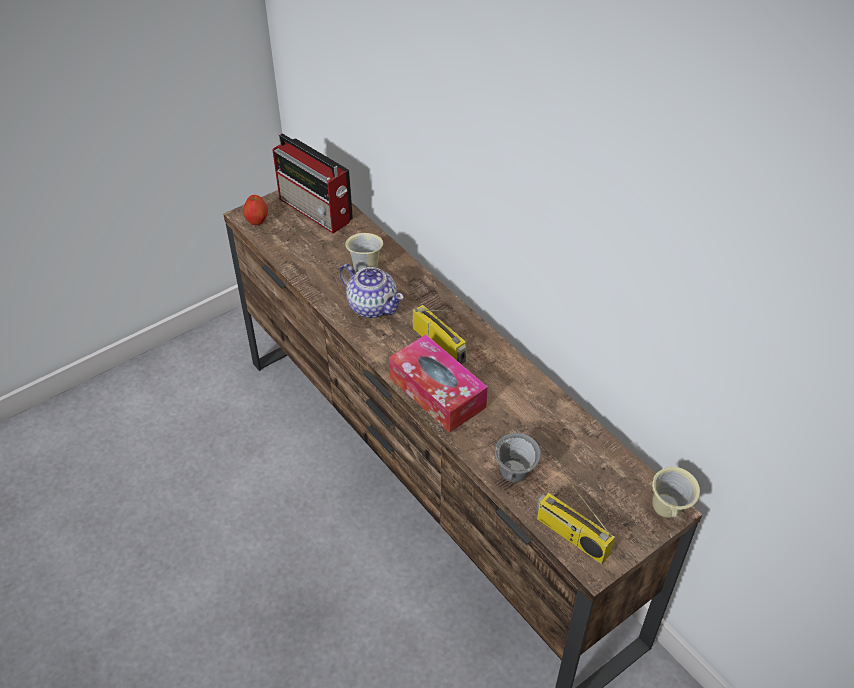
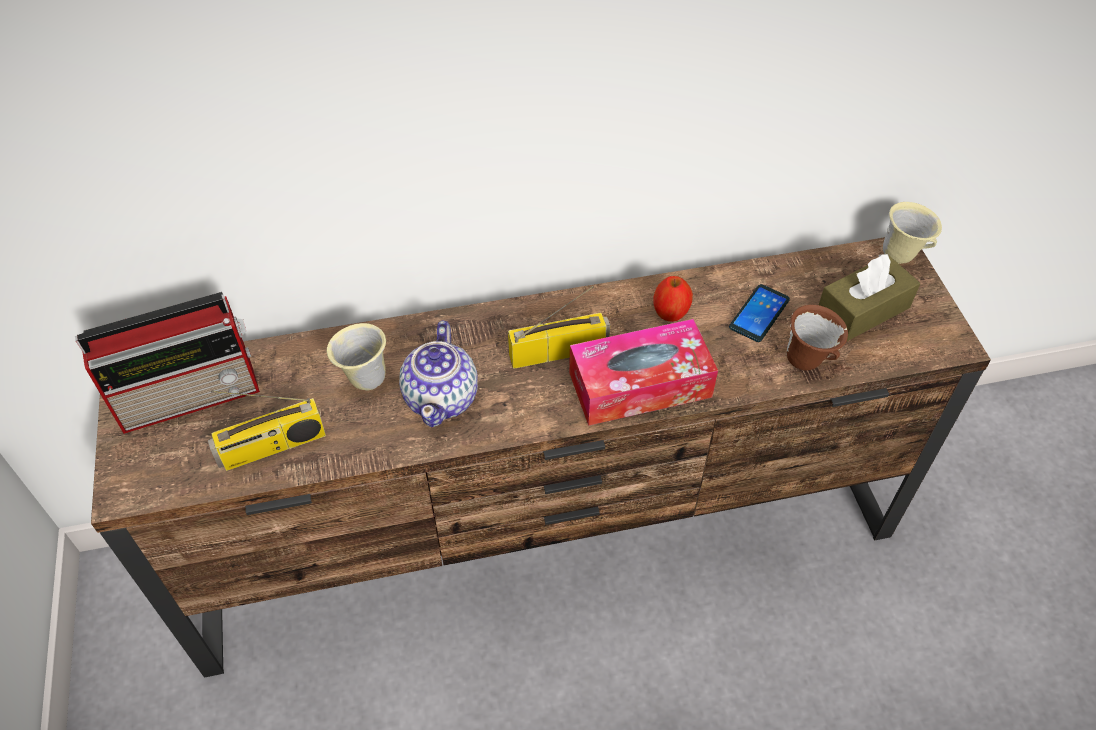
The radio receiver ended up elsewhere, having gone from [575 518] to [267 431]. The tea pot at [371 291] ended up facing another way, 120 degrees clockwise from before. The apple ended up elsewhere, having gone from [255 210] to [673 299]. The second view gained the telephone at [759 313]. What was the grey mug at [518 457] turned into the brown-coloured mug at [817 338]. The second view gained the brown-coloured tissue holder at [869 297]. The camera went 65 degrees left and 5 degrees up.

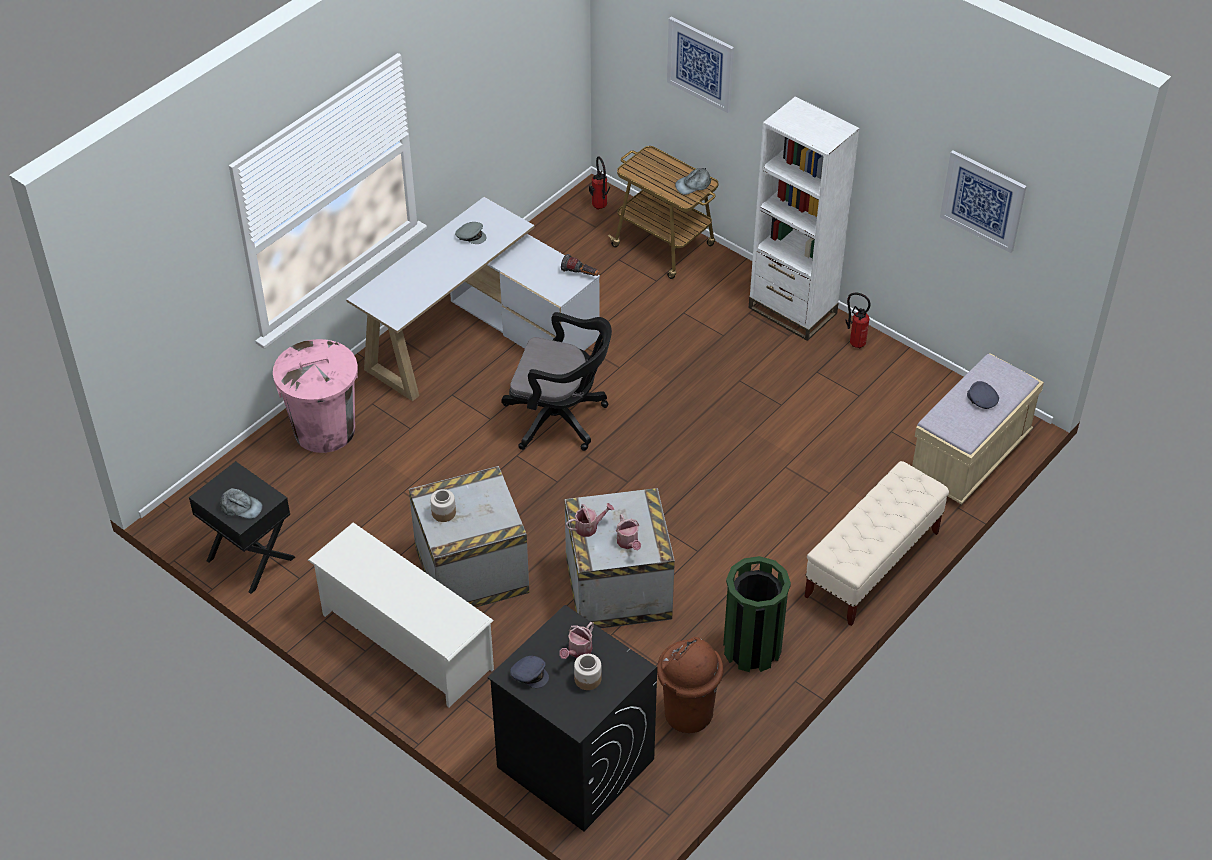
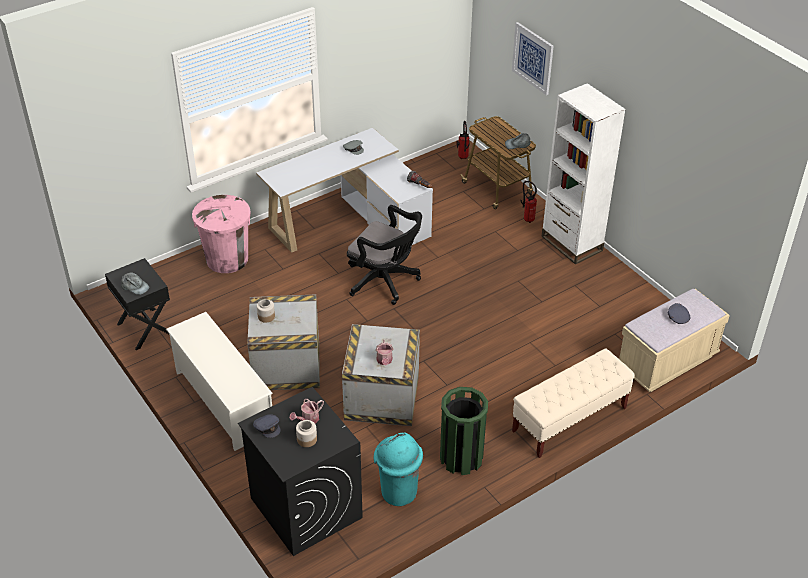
What was the brown-coloured rubbish bin at [690 685] turned into the turquoise-coloured rubbish bin at [398 469]. The fire extinguisher ended up elsewhere, having gone from [858 321] to [528 202]. The second view lost the watering can at [590 520]. The second view lost the wall art at [983 201]. The camera went 15 degrees right and 5 degrees down.

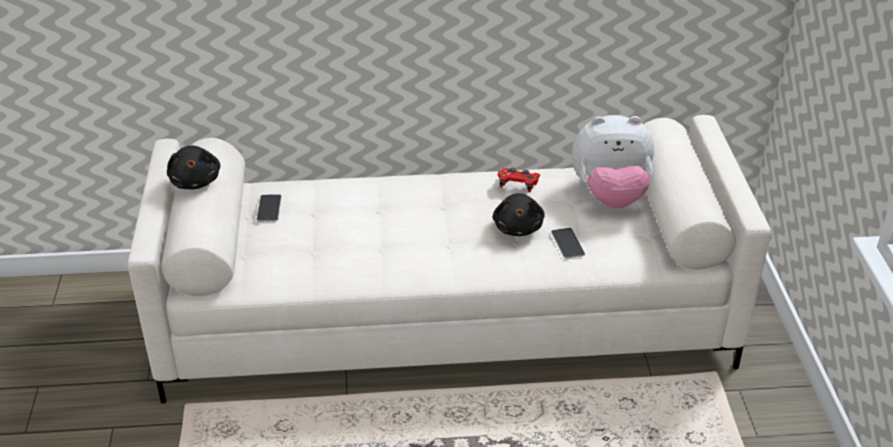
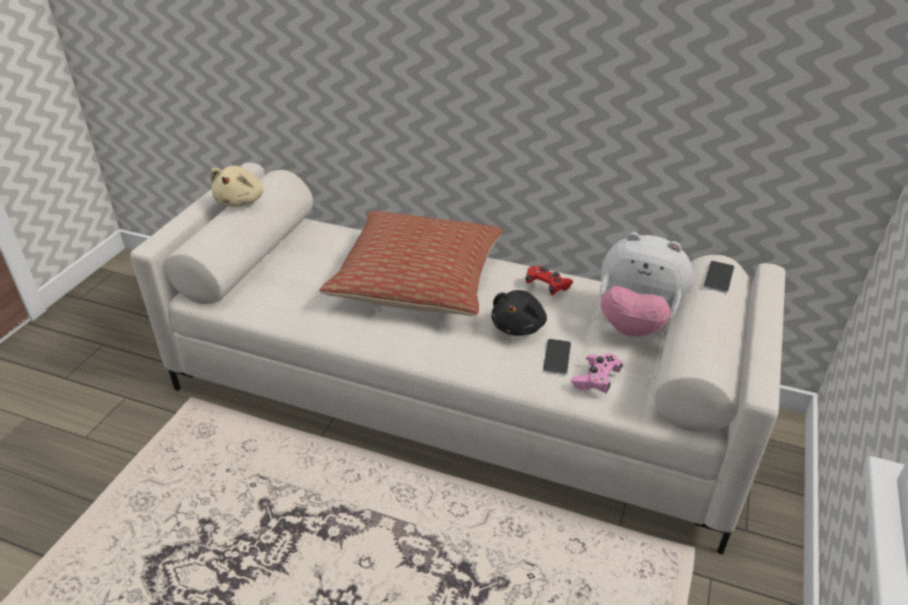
What was the blackish cuddly toy at [193 167] turned into the beige cuddly toy at [236 186]. The second view gained the cushion at [411 263]. The second view gained the pink game controller at [597 373]. The telephone ended up elsewhere, having gone from [269 208] to [719 277]. The camera went 25 degrees right and 0 degrees up.

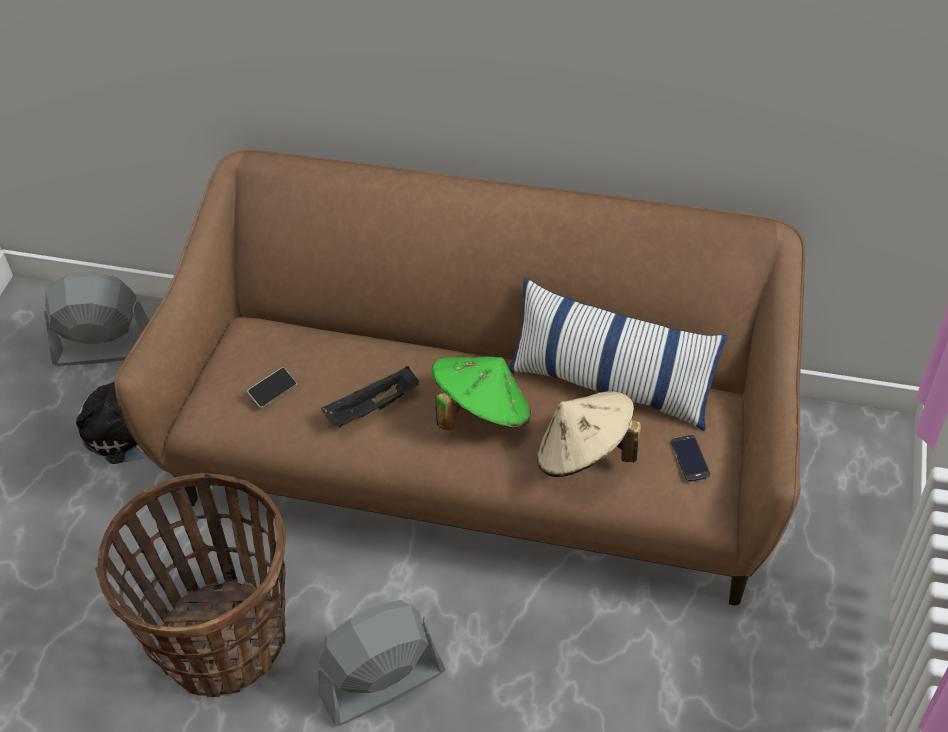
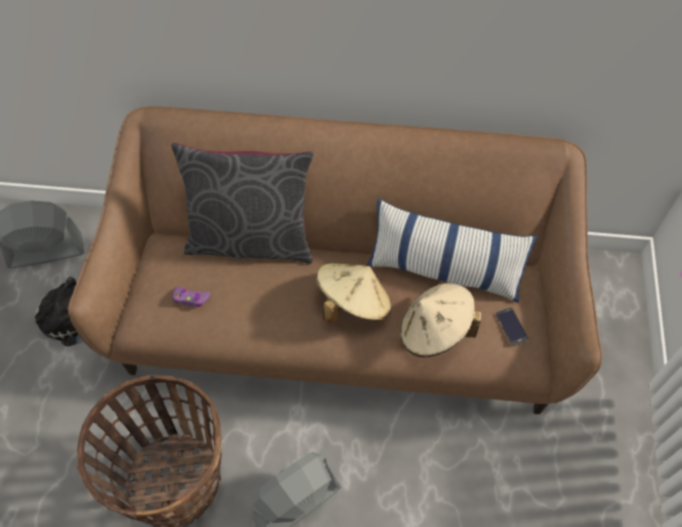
The second view gained the grey cushion at [242 203]. Where the telephone stood at [272 387], the purplish game controller came to stand at [192 297]. What was the greenish hat at [481 393] turned into the beige hat at [354 293]. The second view lost the blackish serving tray at [370 397]. The camera went 10 degrees left and 10 degrees up.

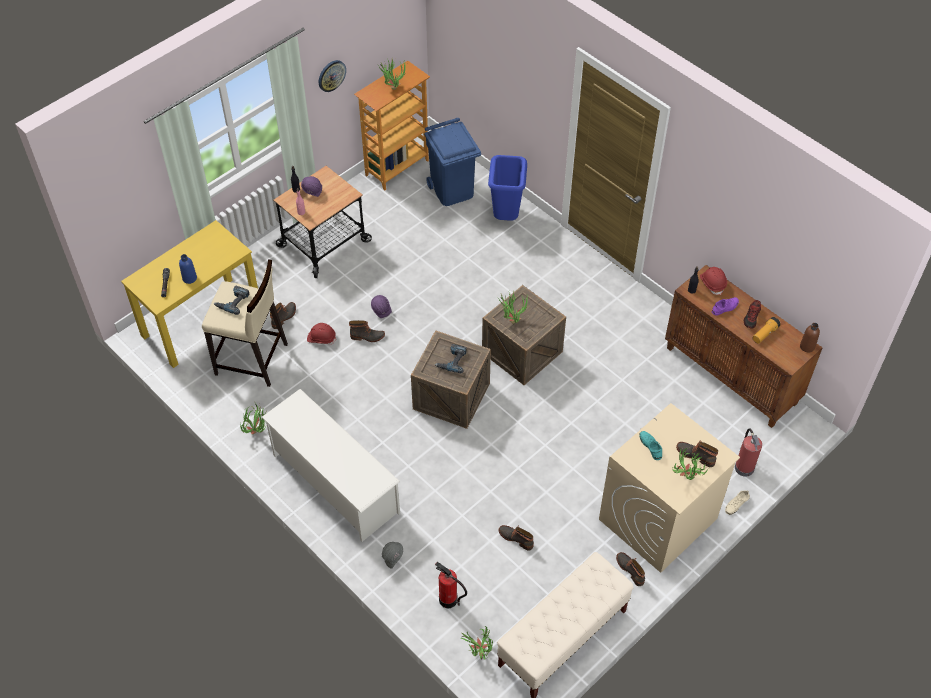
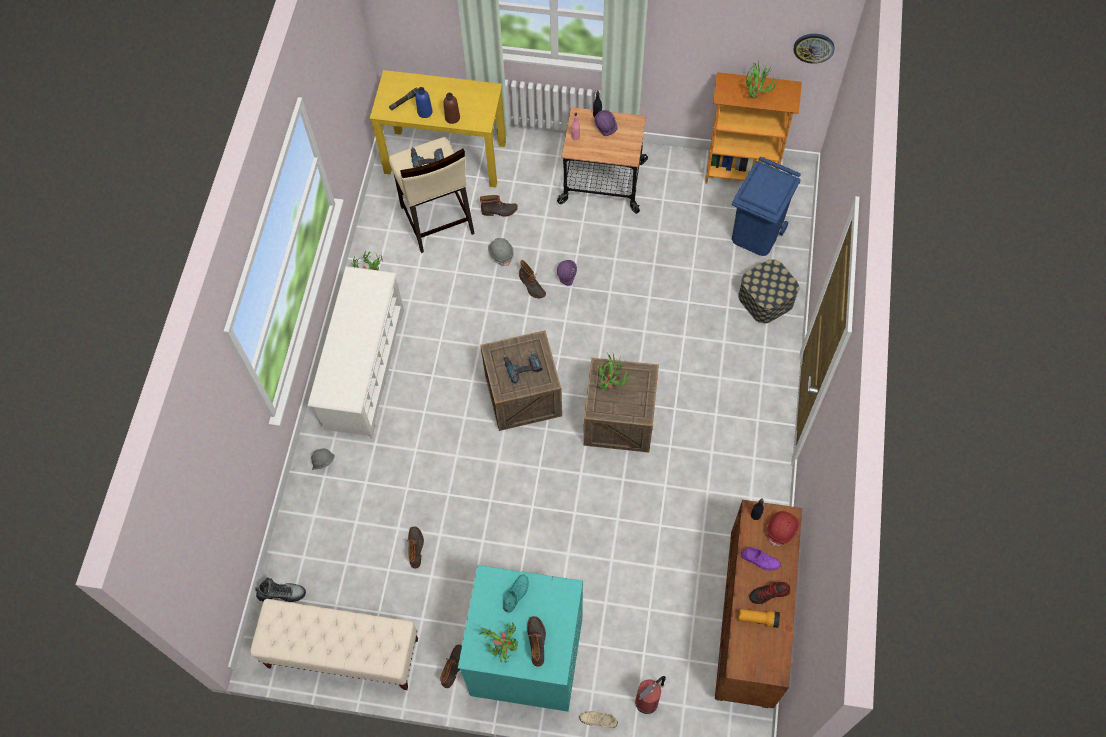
Where the potted plant stood at [476 643], the boot came to stand at [280 589]. The brown-coloured bottle ended up elsewhere, having gone from [810 338] to [451 108]. What was the beige laundry appliance at [669 488] turned into the turquoise-coloured laundry appliance at [520 638]. What was the reddish hard hat at [321 333] turned into the grey hard hat at [501 252]. Where the blue rubbish bin stood at [507 188], the storage container came to stand at [768 291]. The hanging clock ended up elsewhere, having gone from [332 76] to [813 49]. The second view lost the fire extinguisher at [451 585]. The camera went 55 degrees right and 10 degrees up.

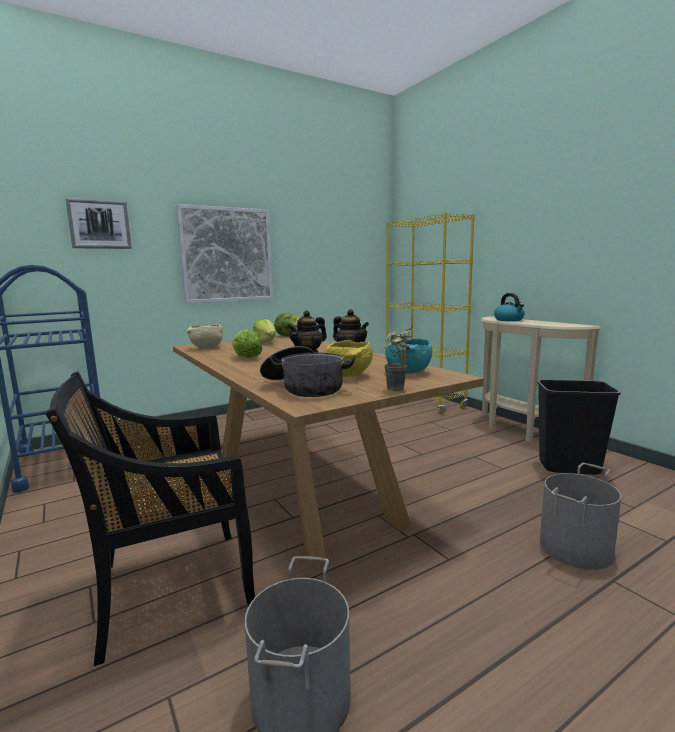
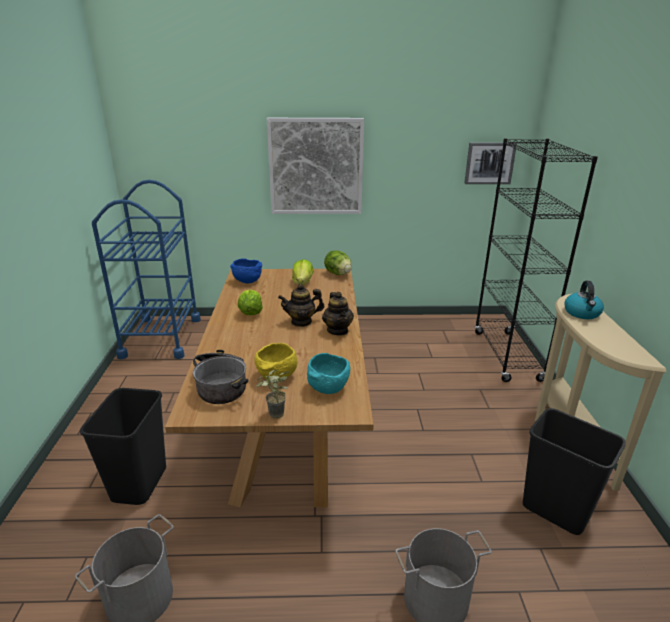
Where the blackish upright chair stood at [150 518], the blackish rubbish bin came to stand at [123 446]. What was the beige bowl at [204 336] turned into the blue bowl at [246 270]. The wall art ended up elsewhere, having gone from [99 223] to [490 163]. What was the yellow-coloured bookcase at [430 313] turned into the blackish bookcase at [536 260]. The camera went 30 degrees right and 15 degrees up.

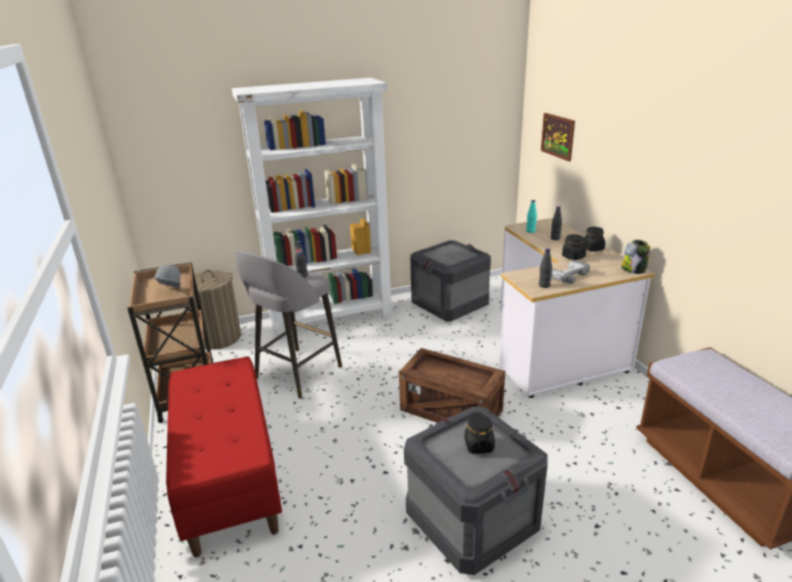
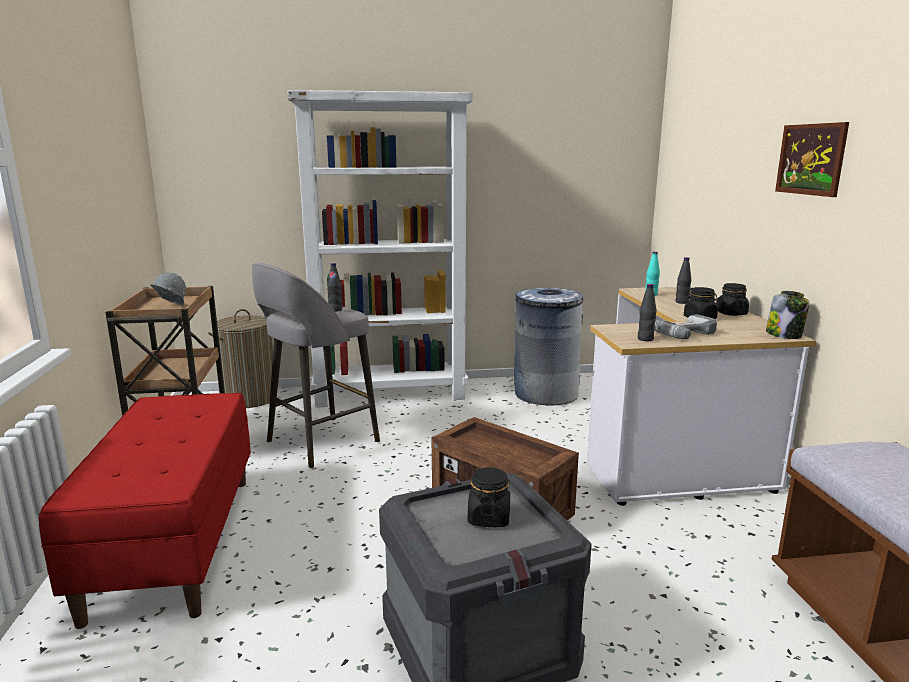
Where the packing crate stood at [450 281], the grey rubbish bin came to stand at [548 346]. The wall art ended up elsewhere, having gone from [558 137] to [812 159]. The camera went 10 degrees right and 10 degrees down.

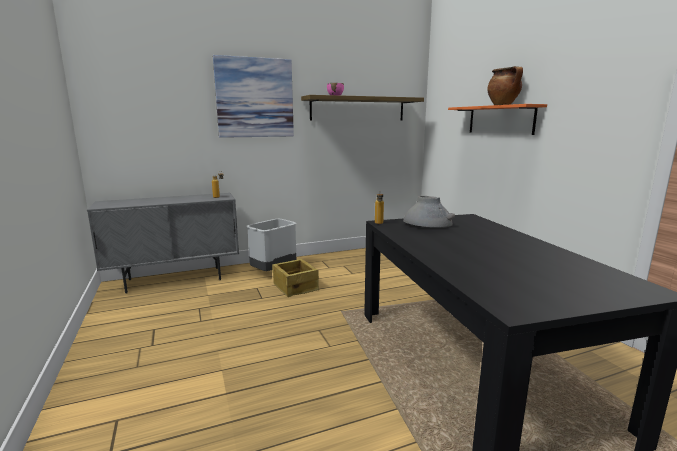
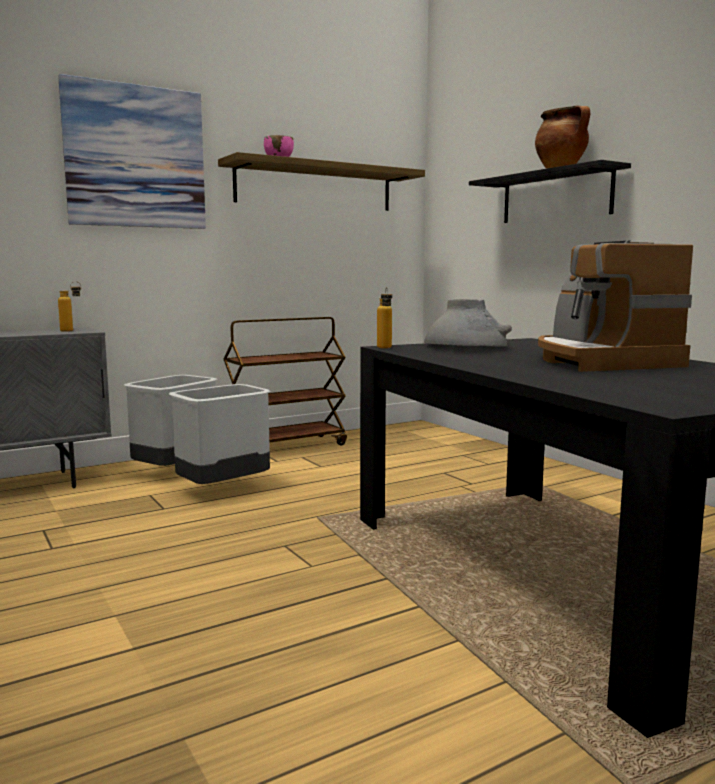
Where the packing crate stood at [295 278], the grey rubbish bin came to stand at [220 434]. The second view gained the brown-coloured wheeled cart at [285 381]. What was the orangey shelf at [497 119] turned into the blackish shelf at [550 191]. The second view gained the coffee machine at [615 306]. The camera went 10 degrees left and 5 degrees down.

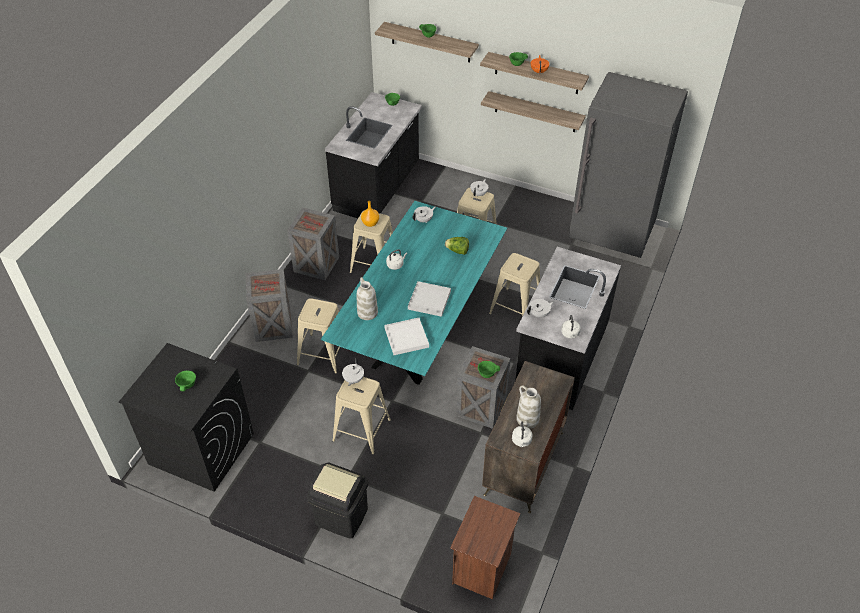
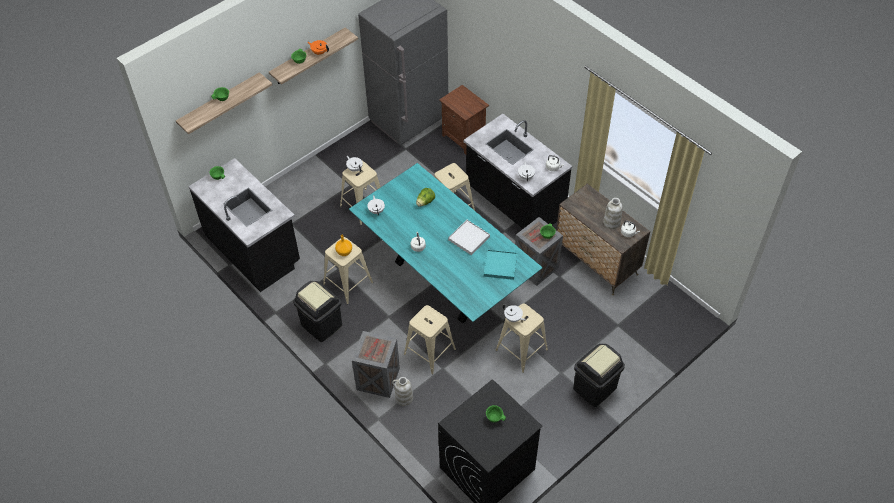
Where the packing crate stood at [313 243], the blackish rubbish bin came to stand at [317 311]. The white vase ended up elsewhere, having gone from [367 298] to [402 391]. The brown-coloured night table ended up elsewhere, having gone from [485 547] to [464 120]. What was the white serving tray at [406 336] turned into the turquoise-coloured serving tray at [500 265]. The second view lost the shelf at [533 111]. The camera went 65 degrees left and 5 degrees up.

